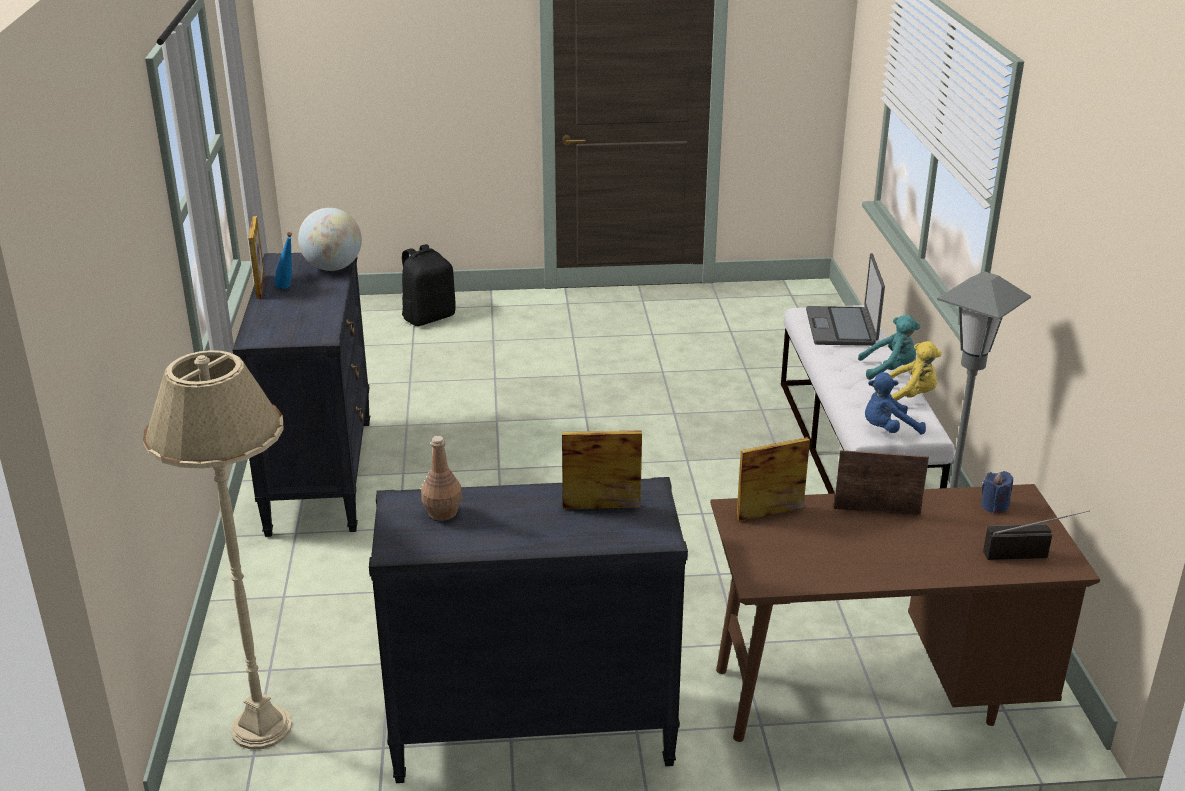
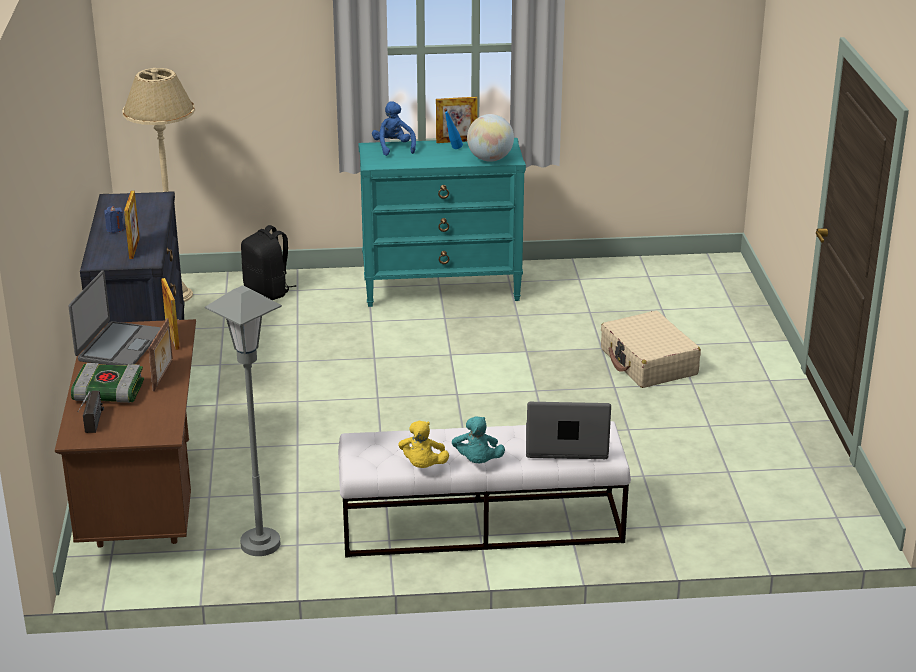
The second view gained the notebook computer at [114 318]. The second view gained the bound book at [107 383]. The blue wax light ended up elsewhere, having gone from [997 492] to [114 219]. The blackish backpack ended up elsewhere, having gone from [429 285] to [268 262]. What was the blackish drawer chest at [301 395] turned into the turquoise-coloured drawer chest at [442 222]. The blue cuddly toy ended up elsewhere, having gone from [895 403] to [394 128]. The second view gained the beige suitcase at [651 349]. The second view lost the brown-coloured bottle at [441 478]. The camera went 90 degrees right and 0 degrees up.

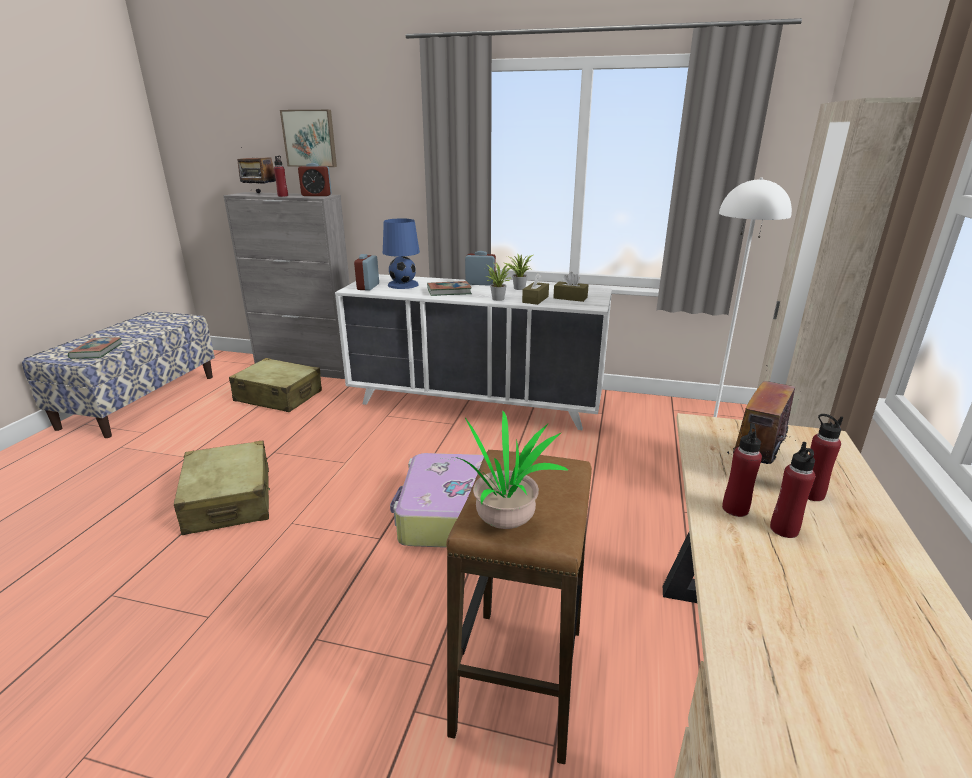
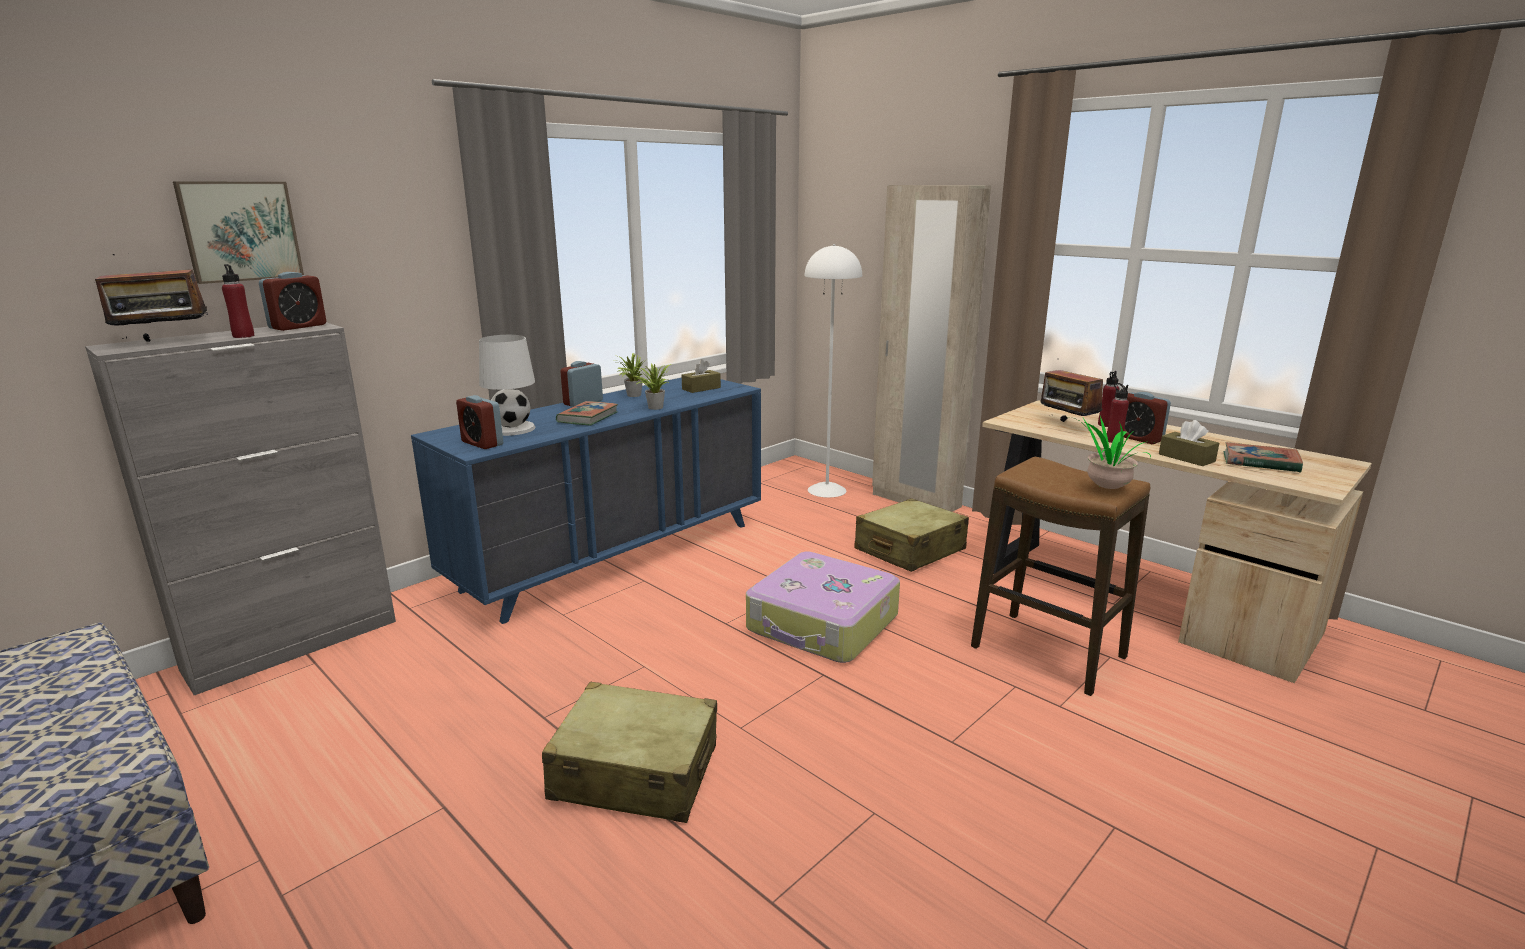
What was the white drawer chest at [473 352] turned into the blue drawer chest at [586 501]. What was the blue table lamp at [401 253] turned into the white table lamp at [507 385]. The beige suitcase ended up elsewhere, having gone from [275 385] to [912 535]. Where the reddish bottle stood at [792 490], the table clock came to stand at [1147 418]. The brown-coloured tissue holder ended up elsewhere, having gone from [535 289] to [1189 443]. The bound book ended up elsewhere, having gone from [95 348] to [1263 457]. The camera went 60 degrees left and 5 degrees down.

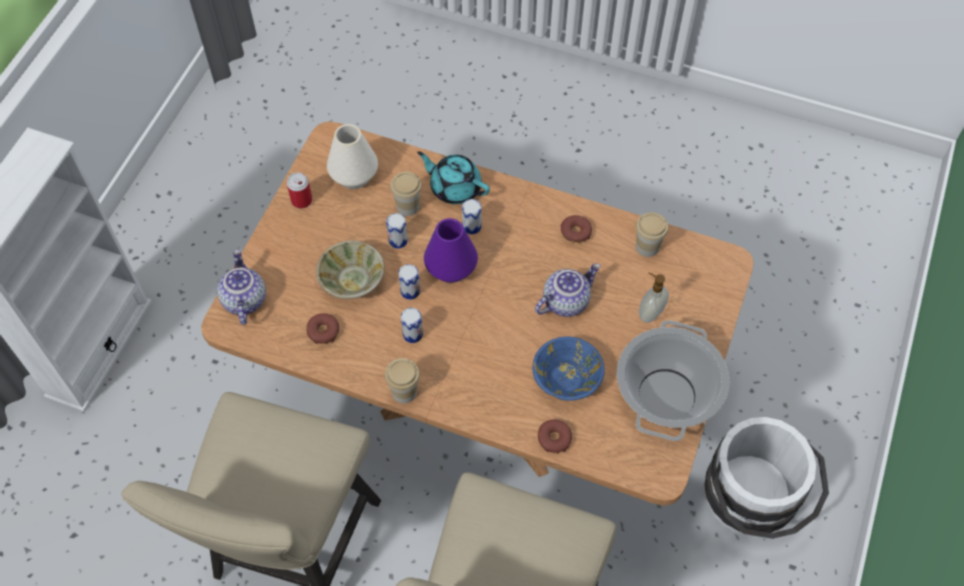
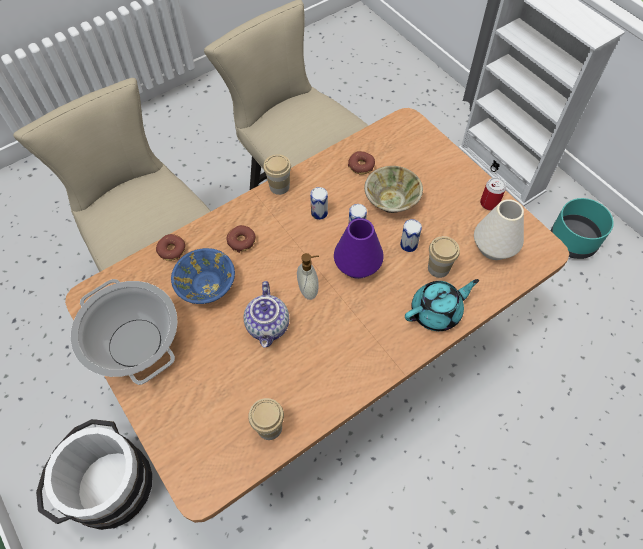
The donut ended up elsewhere, having gone from [576 229] to [241 239]. The soap bottle ended up elsewhere, having gone from [654 297] to [308 276]. The second view gained the turquoise-coloured planter at [582 228]. The second view lost the tea pot at [241 287]. The second view lost the sealed can at [471 216]. The camera went 125 degrees right and 0 degrees up.

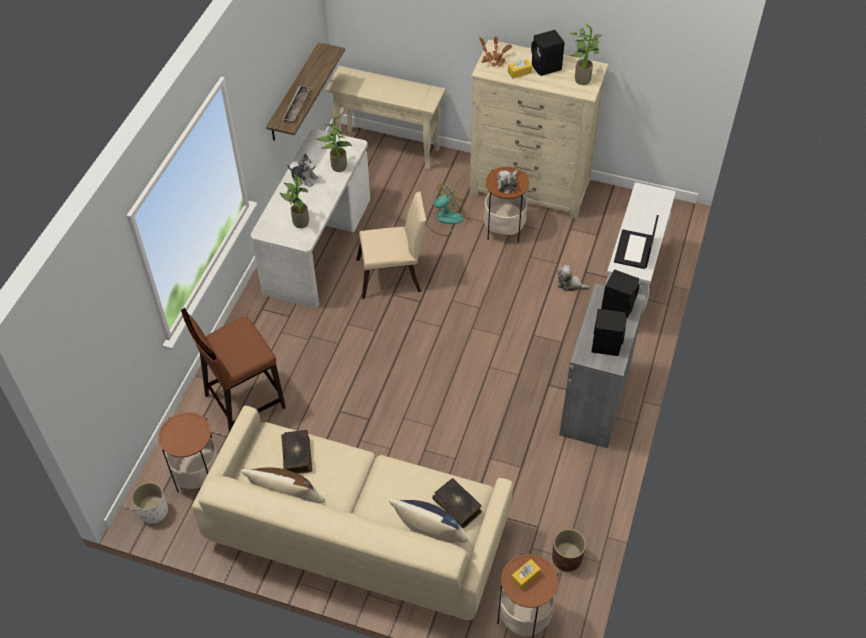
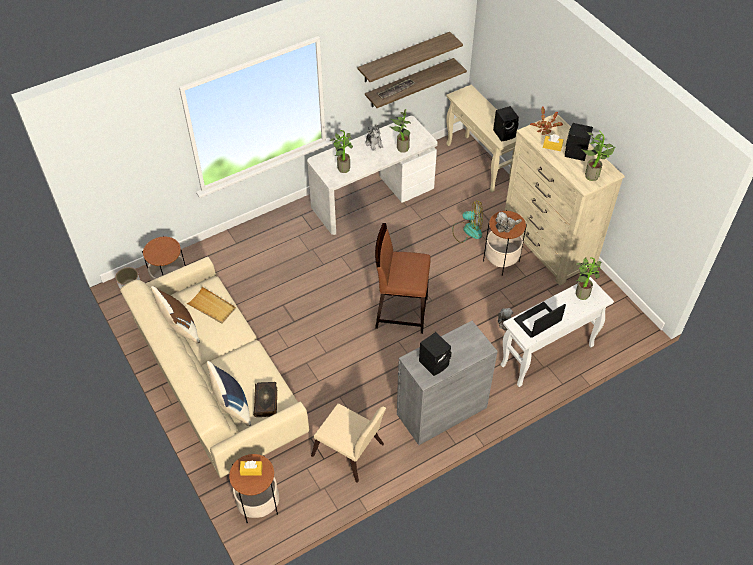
Where the bound book stood at [296 452], the beige serving tray came to stand at [211 305]. The beige upright chair ended up elsewhere, having gone from [391 245] to [348 443]. The second view gained the shelf at [410 57]. The brown-coloured stool ended up elsewhere, having gone from [233 370] to [403 278]. The blackish speaker ended up elsewhere, having gone from [620 294] to [506 123]. The second view gained the potted plant at [588 278]. The second view lost the brown-coloured planter at [569 550]. The camera went 40 degrees right and 0 degrees up.

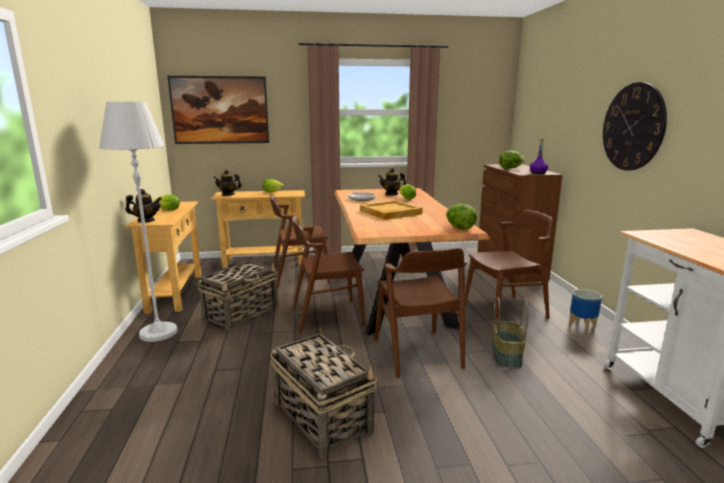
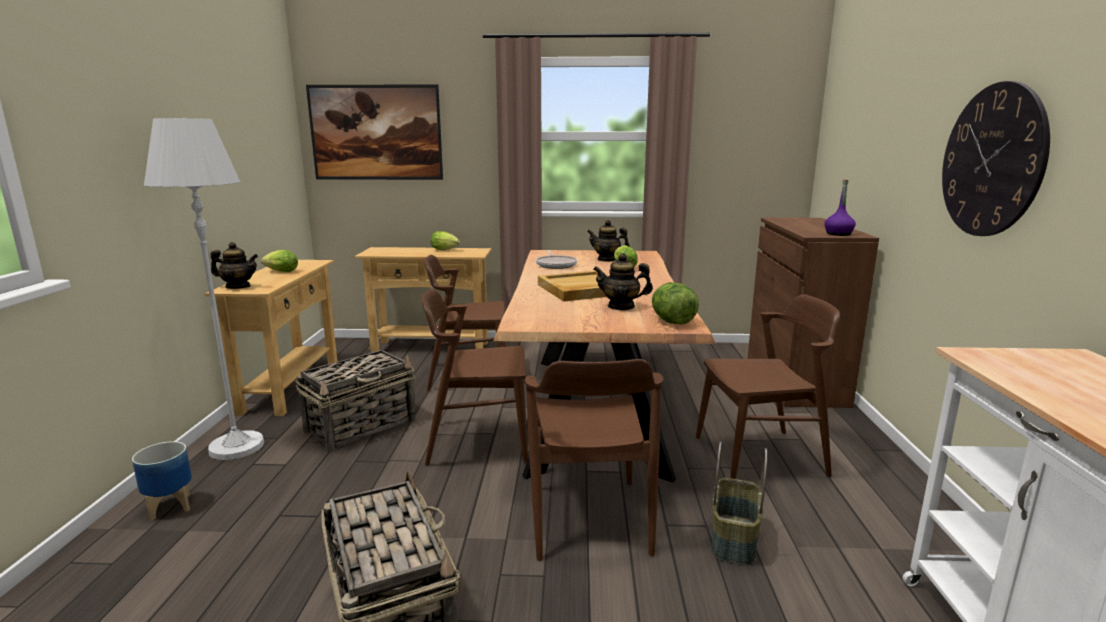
The planter ended up elsewhere, having gone from [585 311] to [162 481]. The tea pot ended up elsewhere, having gone from [228 183] to [623 281]. The second view lost the head of lettuce at [511 160]. The camera went 10 degrees right and 0 degrees up.

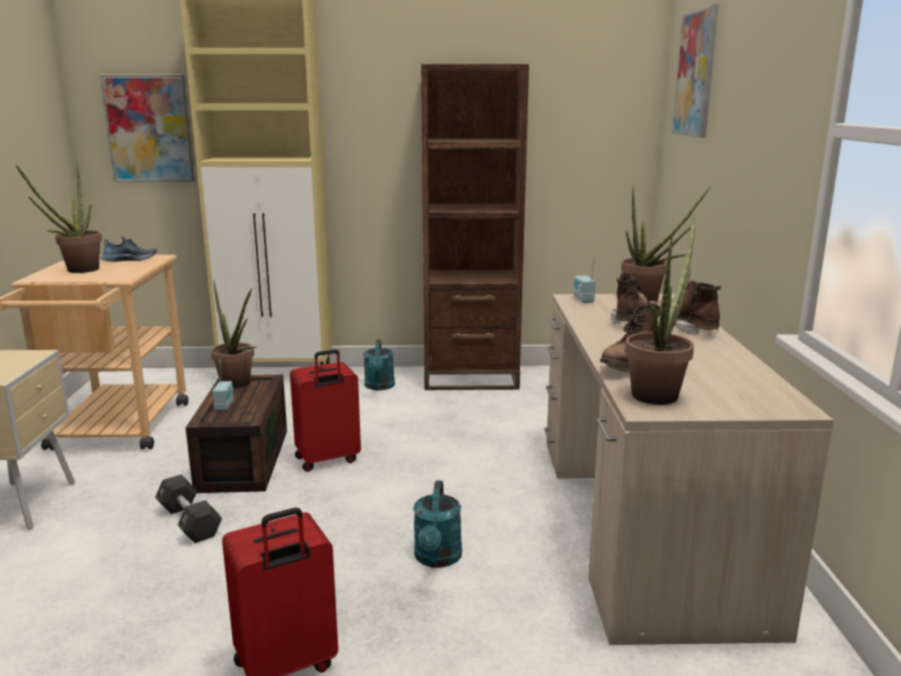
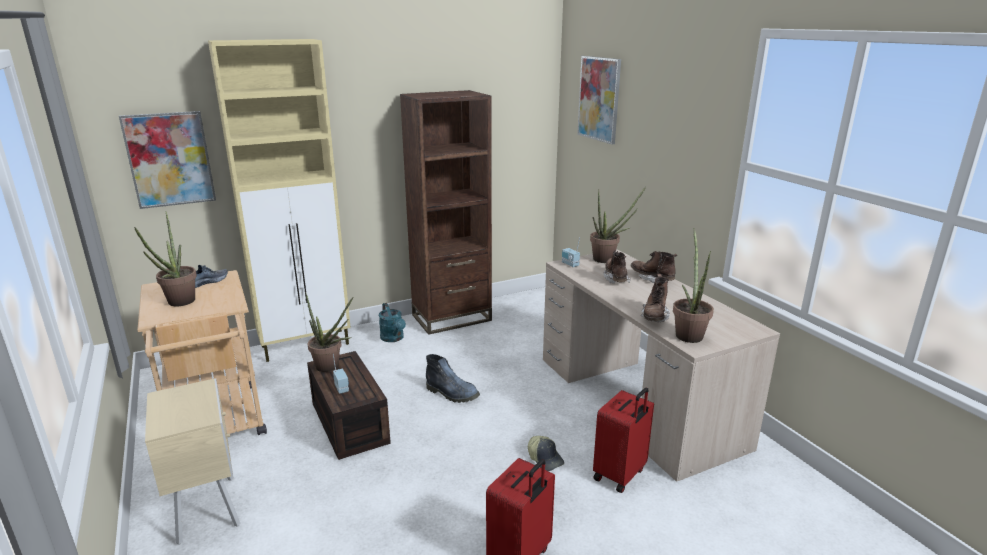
The second view gained the boot at [453 378]. Where the turquoise-coloured watering can stood at [437 524], the baseball cap came to stand at [546 453]. The reddish suitcase ended up elsewhere, having gone from [325 410] to [623 440]. The second view lost the blackish free weight at [188 508]. The camera went 25 degrees left and 5 degrees up.

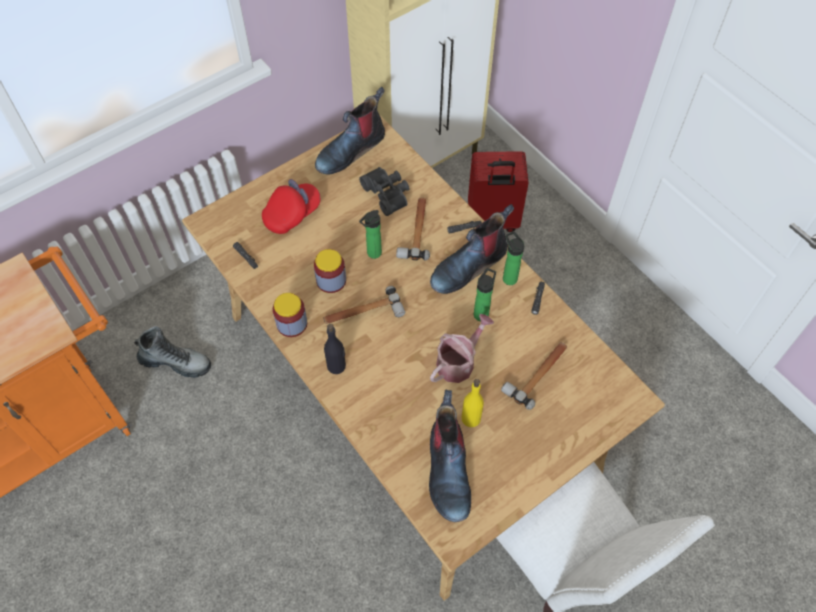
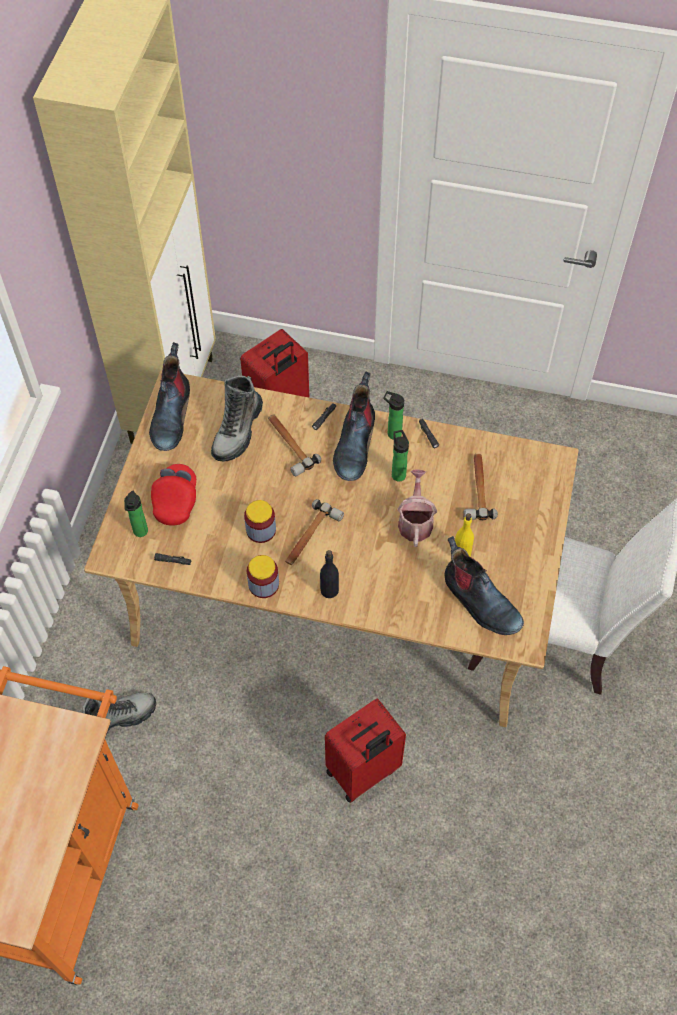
The bottle ended up elsewhere, having gone from [370 234] to [136 514]. Where the blackish binoculars stood at [384 191], the boot came to stand at [237 418]. The second view gained the reddish suitcase at [365 750]. The camera went 40 degrees left and 0 degrees up.

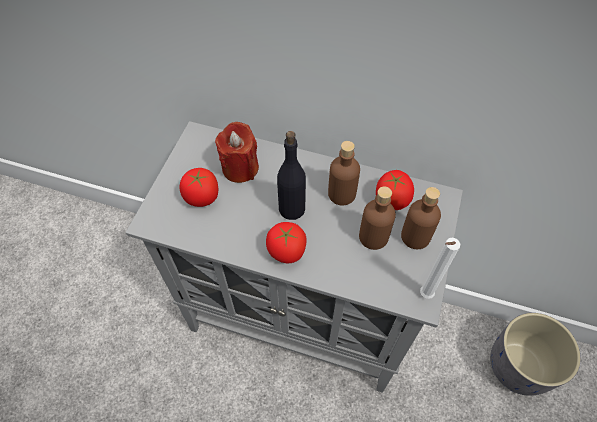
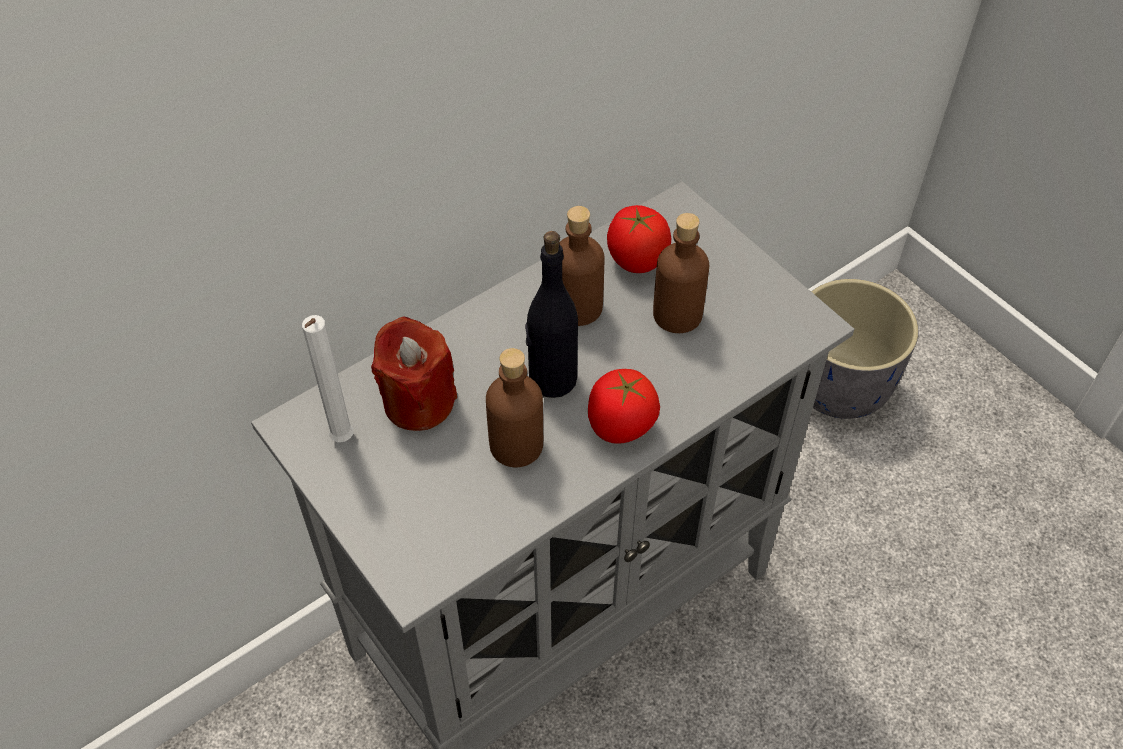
The white wax light ended up elsewhere, having gone from [440 268] to [328 378]. The brown-coloured bottle ended up elsewhere, having gone from [421 218] to [514 407]. The second view lost the tomato at [198 187]. The camera went 55 degrees left and 5 degrees down.

